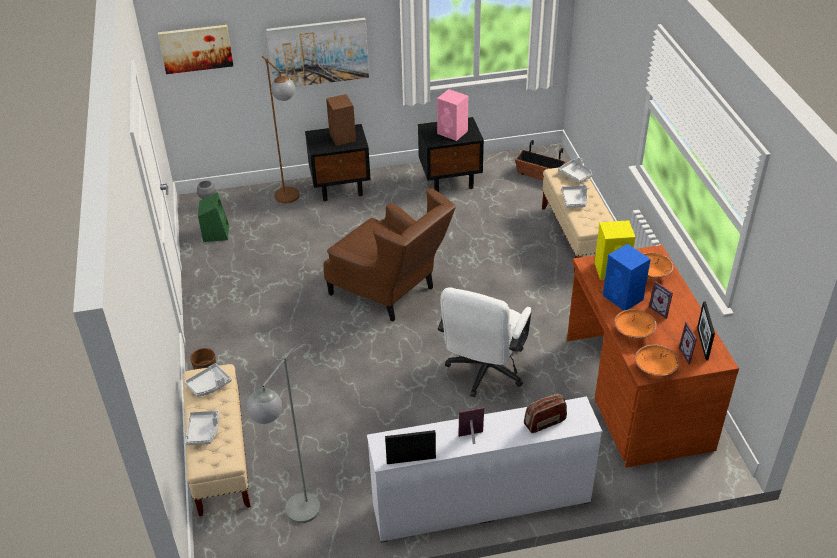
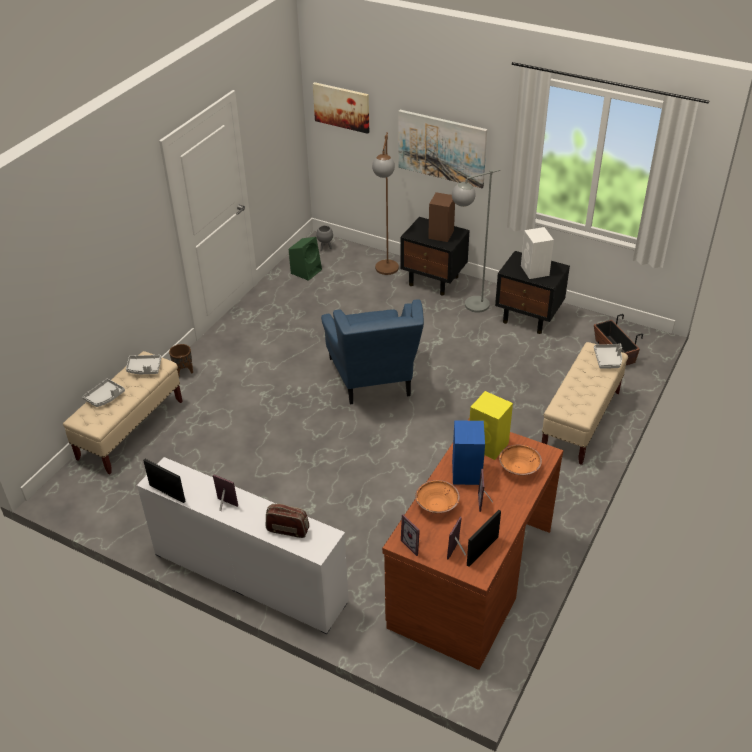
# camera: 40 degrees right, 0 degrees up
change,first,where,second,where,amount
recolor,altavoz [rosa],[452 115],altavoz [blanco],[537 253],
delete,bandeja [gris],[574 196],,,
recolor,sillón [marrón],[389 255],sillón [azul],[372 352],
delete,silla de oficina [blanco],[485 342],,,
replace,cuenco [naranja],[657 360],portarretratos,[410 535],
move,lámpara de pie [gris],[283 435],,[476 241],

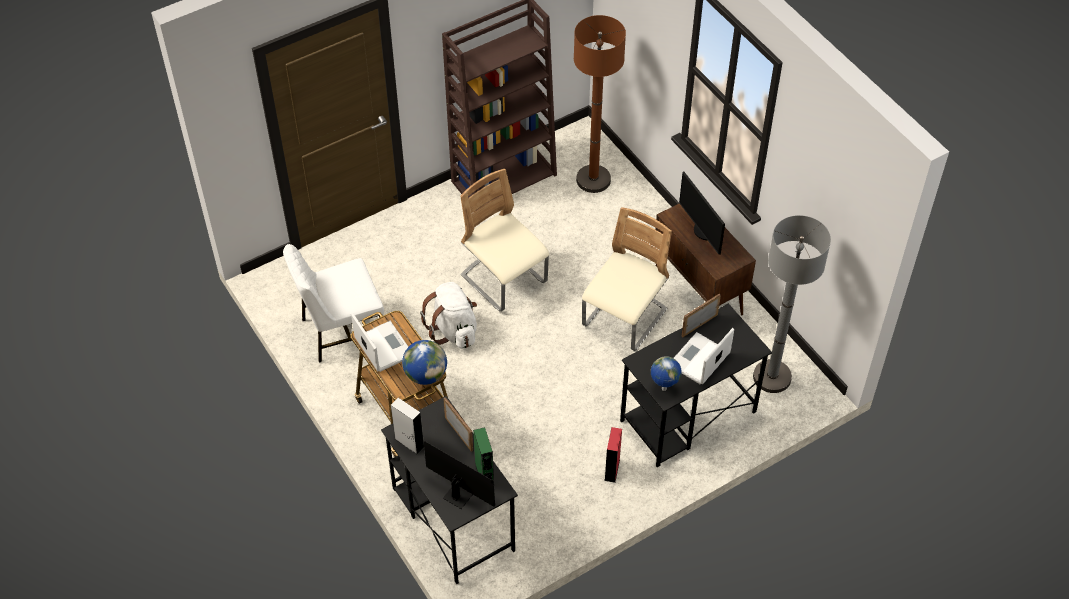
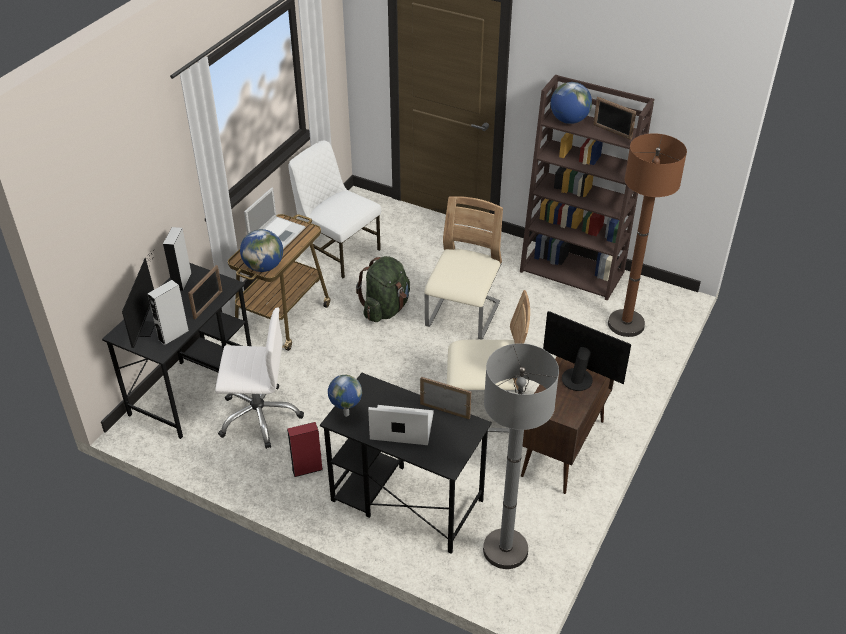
# camera: 60 degrees right, 10 degrees down
change,first,where,second,where,amount
rotate,monitor,[702 213],,[587 351],90 degrees clockwise
recolor,mochila [blanco],[448 315],mochila [verde],[383 289],
recolor,altavoz [verde],[483 454],altavoz [gris],[168 313],
insert,,,globo terráqueo,[571 103],
insert,,,portarretratos,[614 118],
insert,,,silla de oficina [blanco],[259 378],

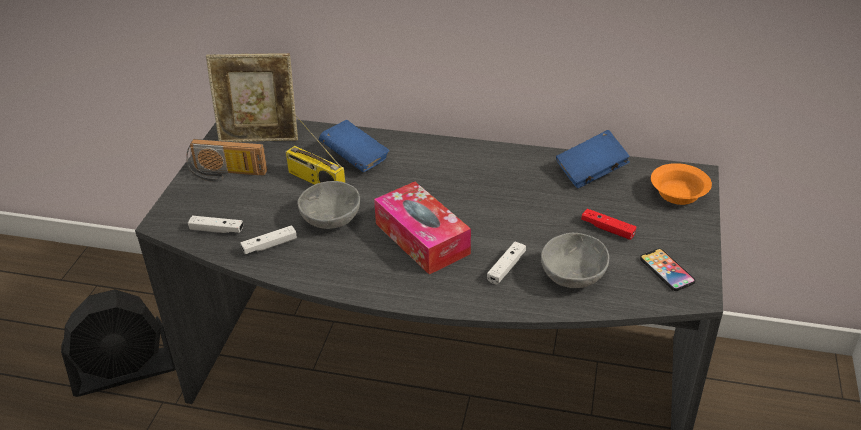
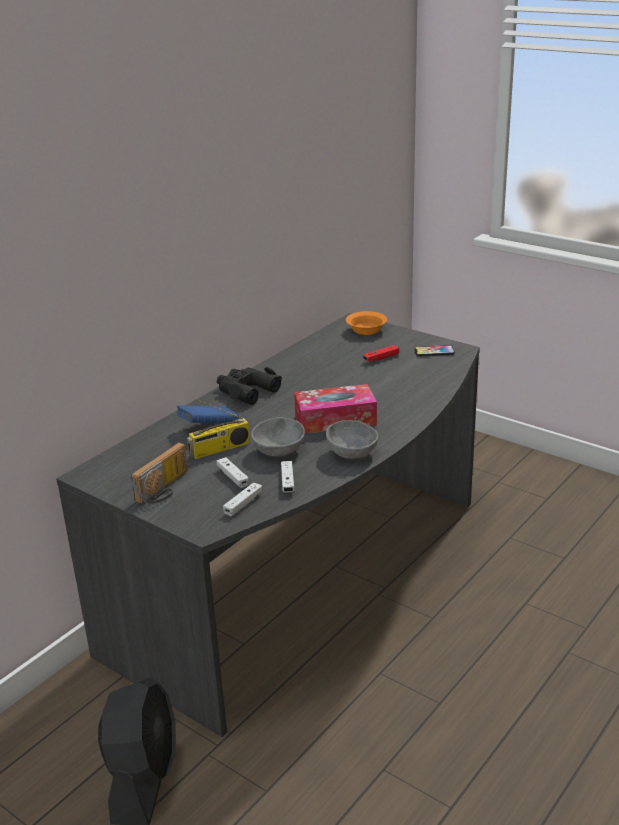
# camera: 65 degrees left, 10 degrees down
change,first,where,second,where,amount
delete,portarretratos,[252 97],,,
delete,libro [azul],[593 159],,,
move,cuenco [gris],[575 260],,[352 439],
move,mando de consola [blanco],[506 263],,[233 472],
insert,,,prismáticos [negro],[249 386],

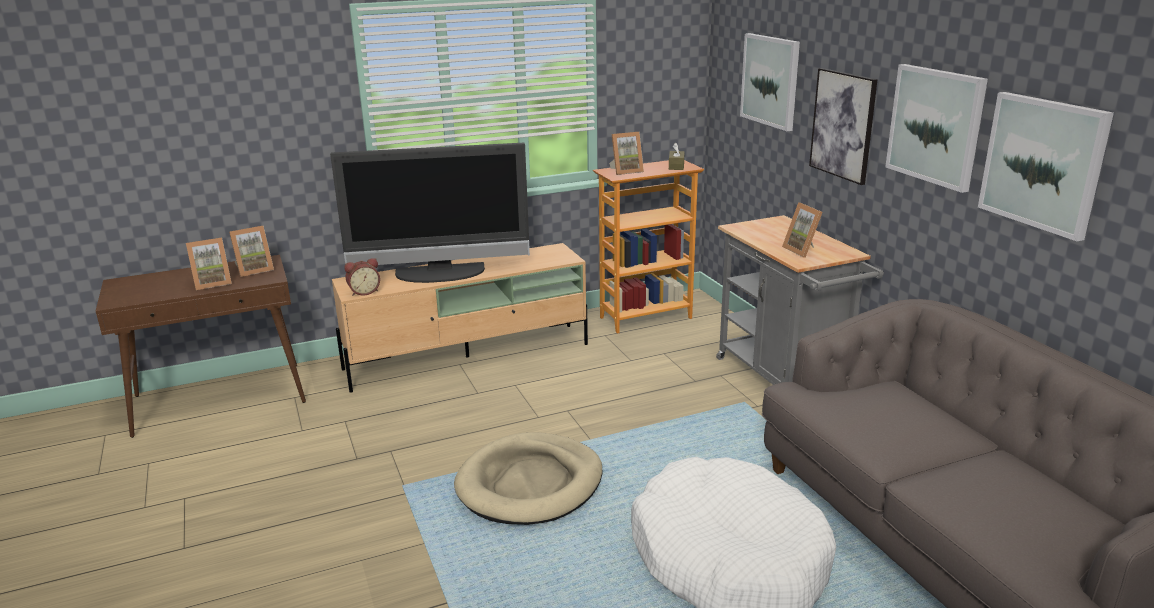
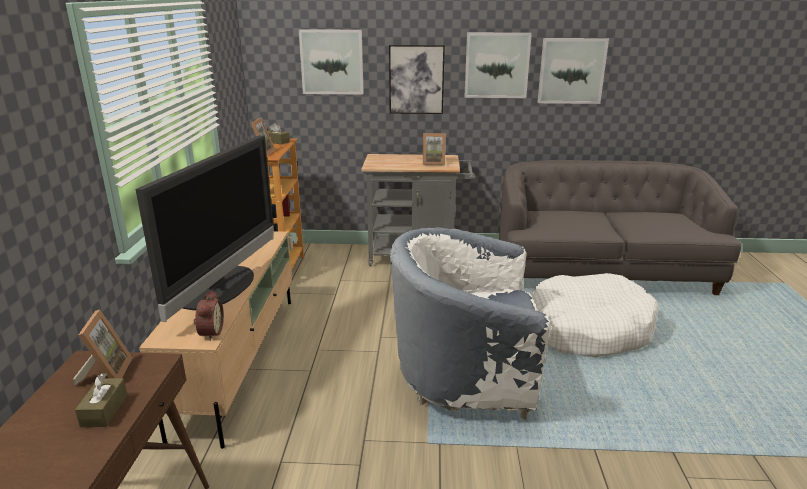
# camera: 65 degrees left, 0 degrees up
change,first,where,second,where,amount
replace,portarretratos,[209 264],caja de pañuelos [marrón],[101 400],
replace,cama para perro [beis],[528 478],sillón [blanco],[470 323],

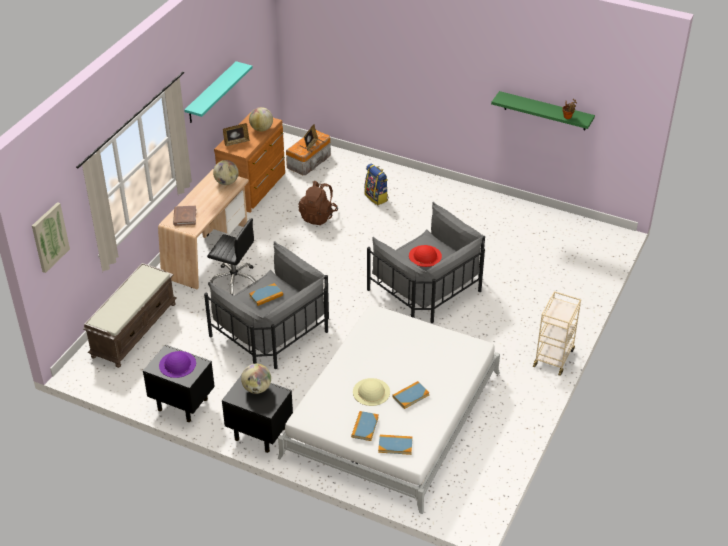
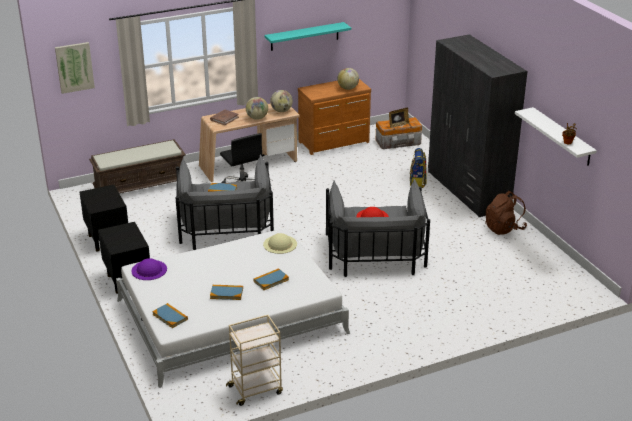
# camera: 40 degrees right, 10 degrees down
change,first,where,second,where,amount
recolor,estante [verde],[543 110],estante [blanco],[556 136],
delete,portarretratos,[236 134],,,
move,mochila [marrón],[318 203],,[506 213],
move,carrito [beis],[557 333],,[254 360],
move,sombrero [morado],[177 364],,[149 269],
move,globo terráqueo,[256 379],,[257 108],
move,sombrero [beis],[371 392],,[280 243],
move,libro,[365 426],,[271 279],
insert,,,armario ropero [gris],[478 125],

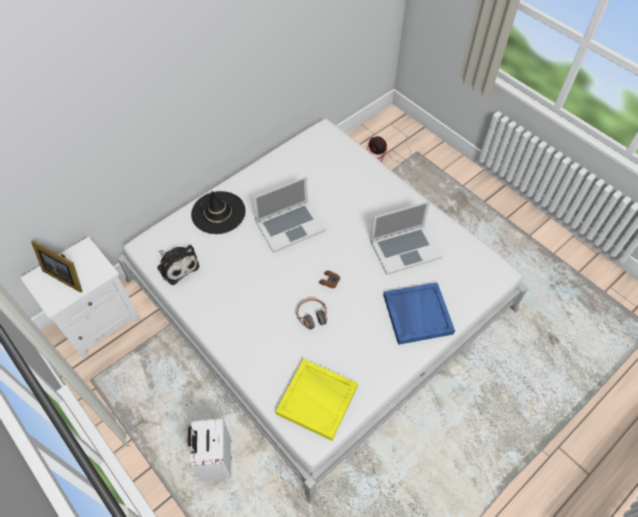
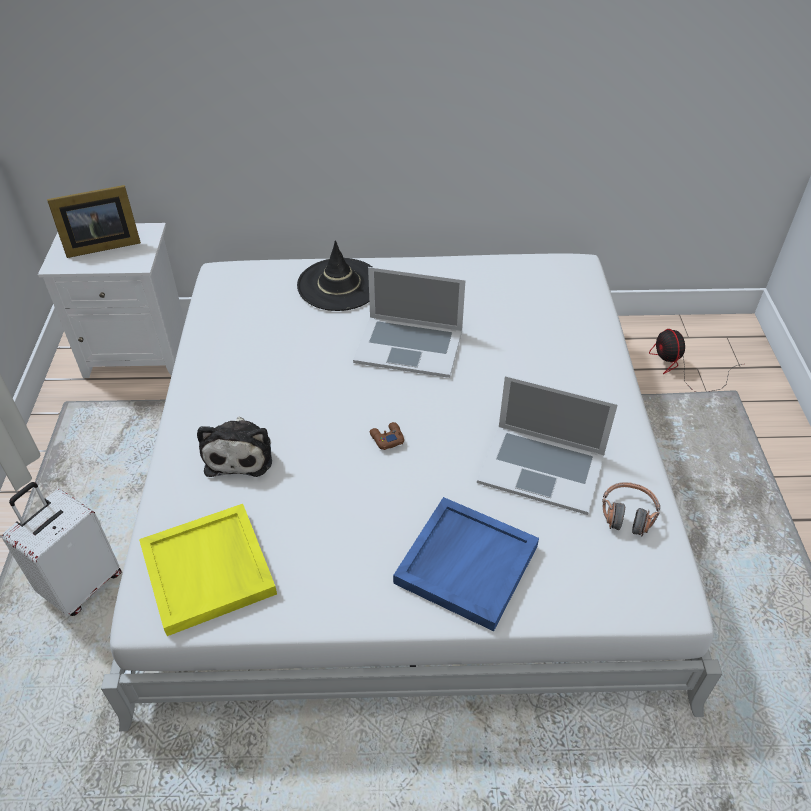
# camera: 40 degrees right, 10 degrees down
change,first,where,second,where,amount
rotate,portarretratos,[57 266],,[94 221],90 degrees counterclockwise
move,peluche,[178 265],,[234 447],
move,auriculares,[311 314],,[631 509],

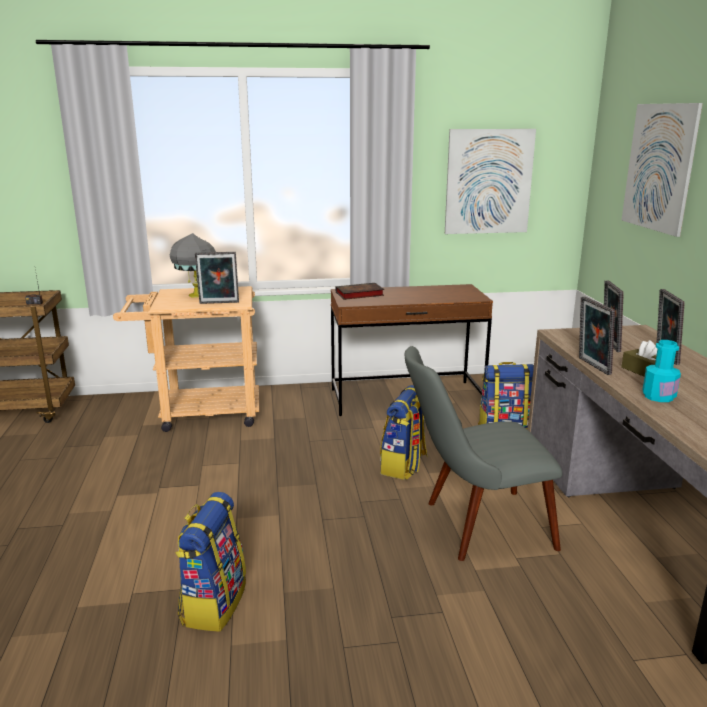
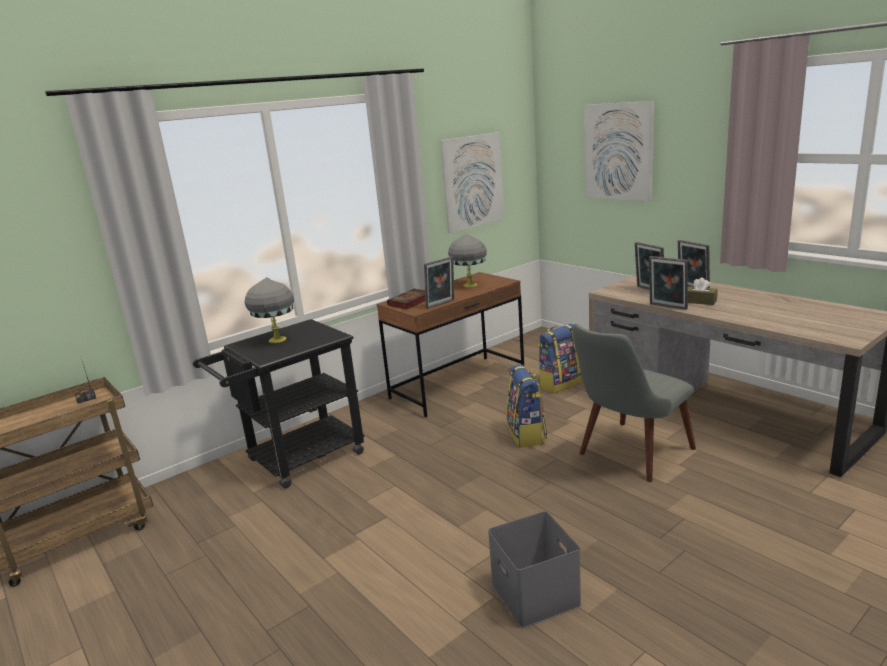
# camera: 30 degrees left, 0 degrees up
change,first,where,second,where,amount
move,portarretratos,[217 278],,[439 282],
recolor,carrito [beis],[186 359],carrito [negro],[279 403],
delete,botella [turquesa],[661 371],,,
replace,mochila,[210 562],caja de almacenaje [gris],[534 569],
insert,,,lámpara de mesa [gris],[467 260],

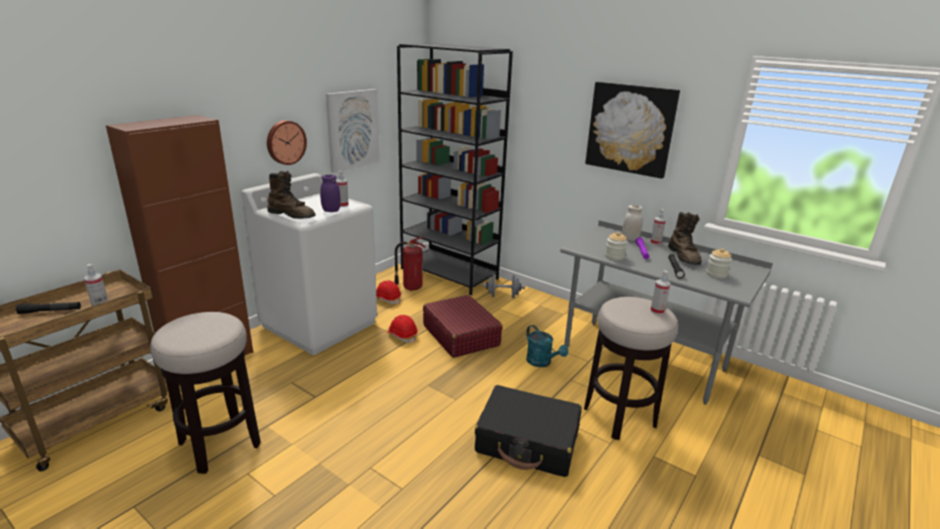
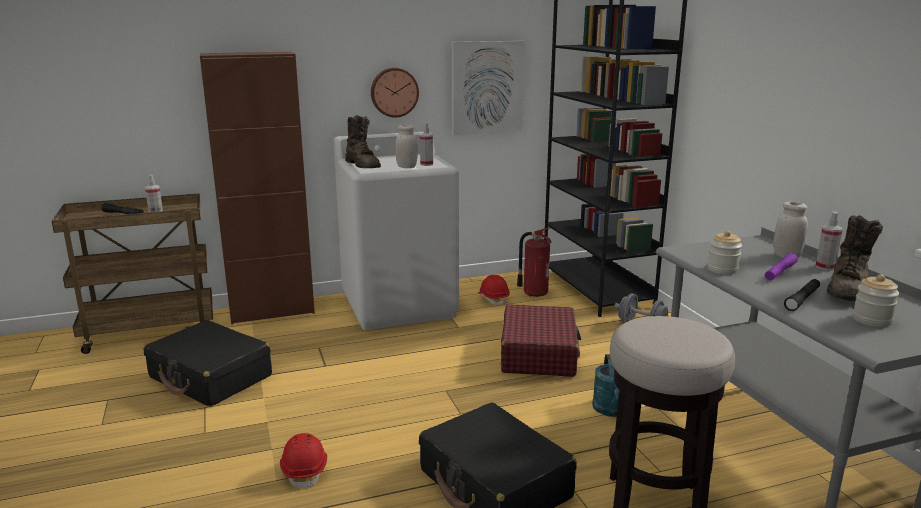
# camera: 35 degrees right, 5 degrees down
change,first,where,second,where,amount
delete,cuadro,[632 130],,,
recolor,tarro [morado],[330 193],tarro [blanco],[406 146],
delete,pulverizador,[660 292],,,
replace,taburete,[205 393],maleta [negro],[208 363],
move,casco [rojo],[402 329],,[303 461],

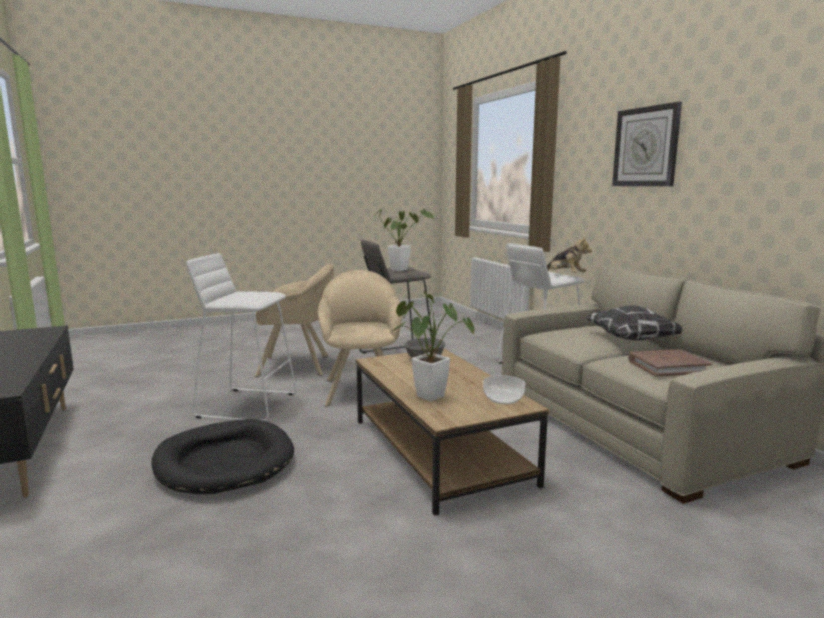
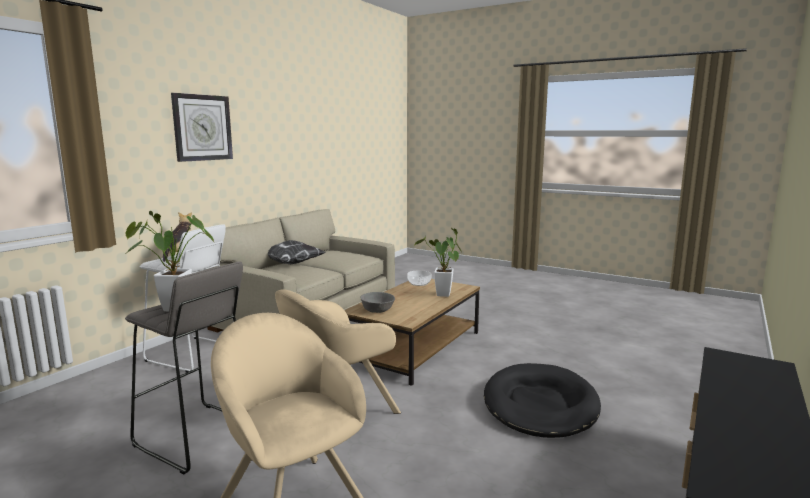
# camera: 125 degrees left, 0 degrees up
change,first,where,second,where,amount
delete,taburete [blanco],[241 337],,,
delete,libro [marrón],[670 363],,,

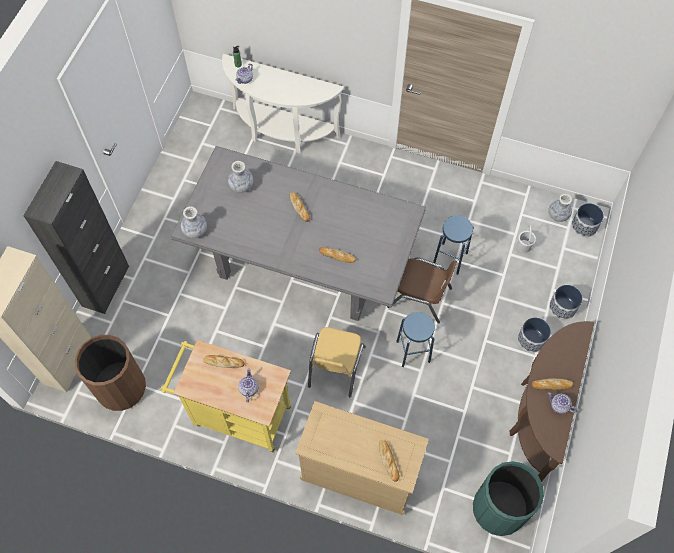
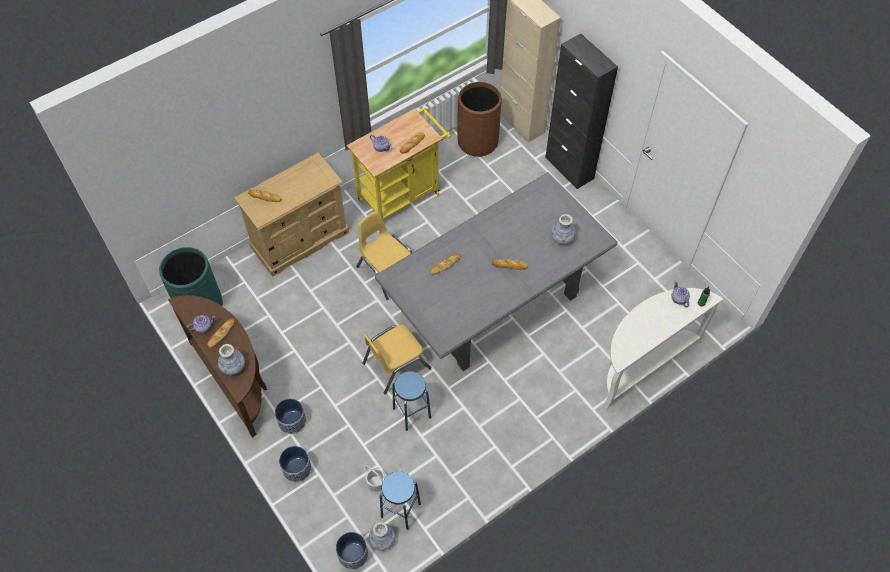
# camera: 125 degrees right, 5 degrees down
change,first,where,second,where,amount
move,florero,[194 222],,[231 359],
recolor,silla [marrón],[422 290],silla [amarillo],[396 359],
move,taburete [azul],[415 339],,[400 500],

